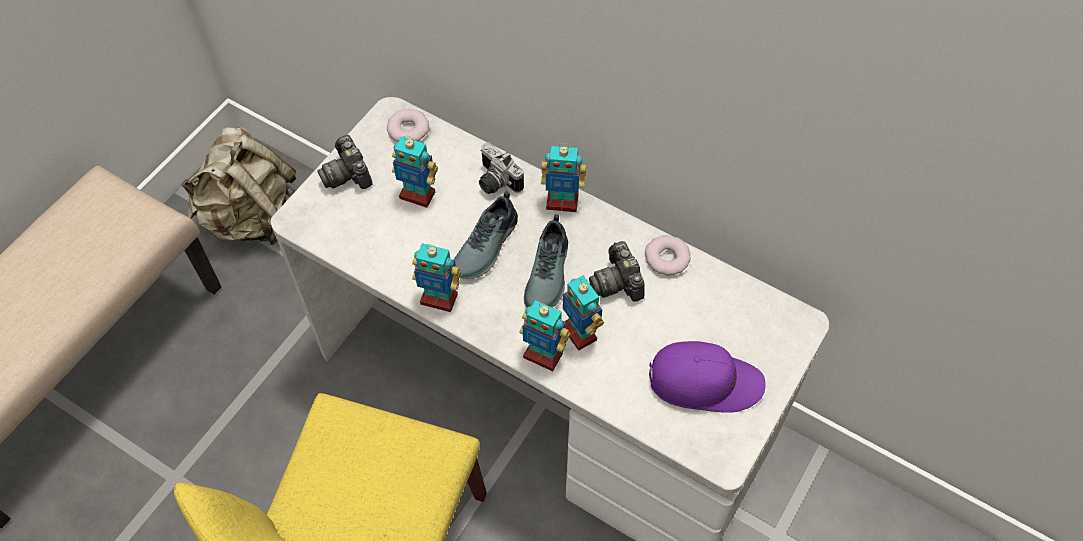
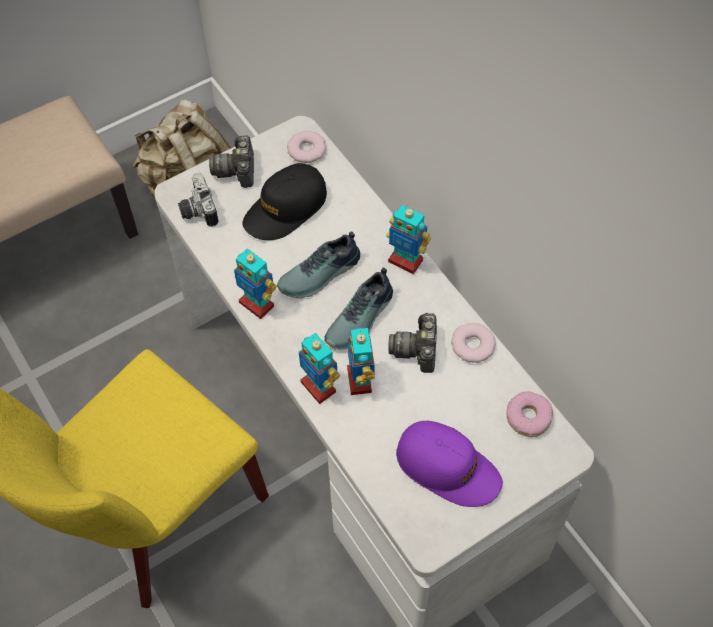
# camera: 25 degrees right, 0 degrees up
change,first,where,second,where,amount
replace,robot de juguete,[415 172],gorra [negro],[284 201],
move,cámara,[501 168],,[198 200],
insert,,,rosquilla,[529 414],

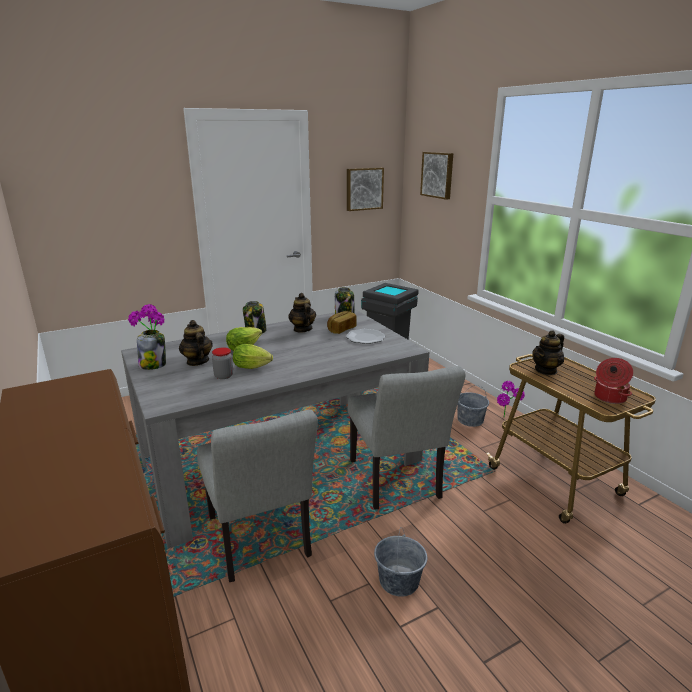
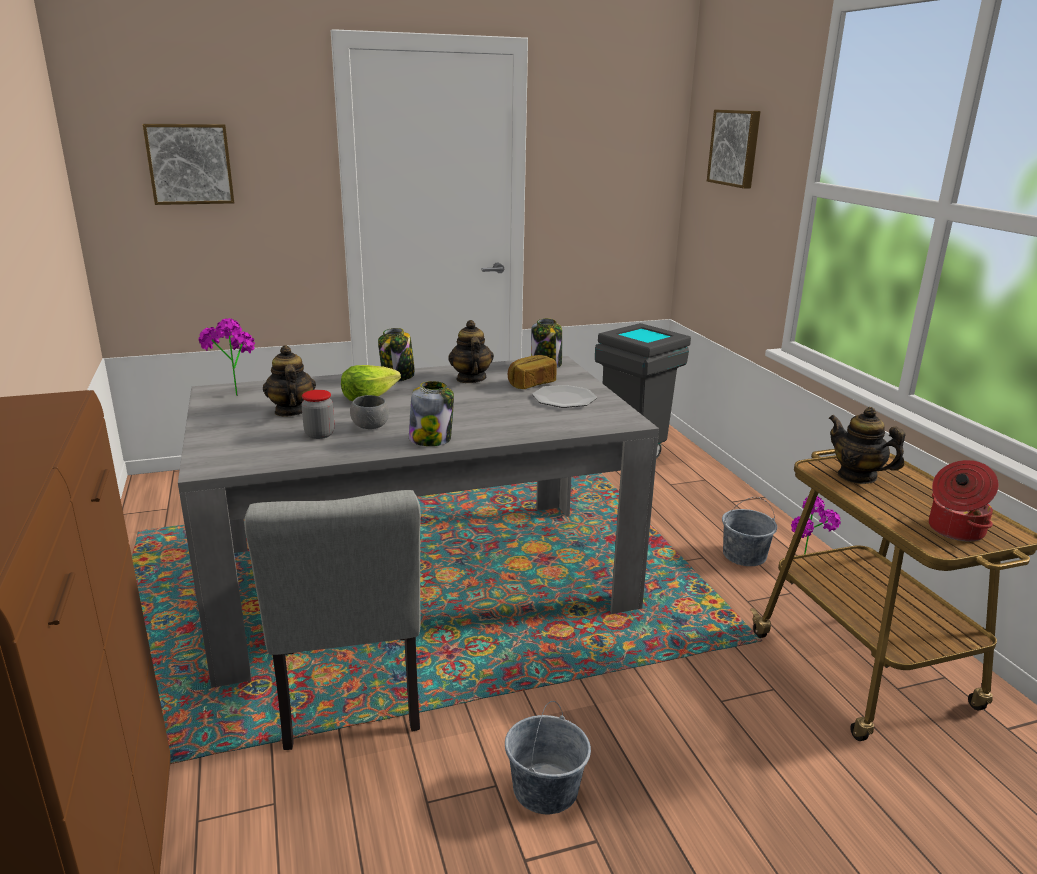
# camera: 10 degrees right, 0 degrees up
change,first,where,second,where,amount
move,cuadro,[365 189],,[188 164],
move,tarro,[151 350],,[431 413],
rotate,tetera,[548 352],,[867 445],75 degrees clockwise
replace,lechuga,[253 356],cuenco [gris],[369 412],
delete,silla [gris],[406 437],,,

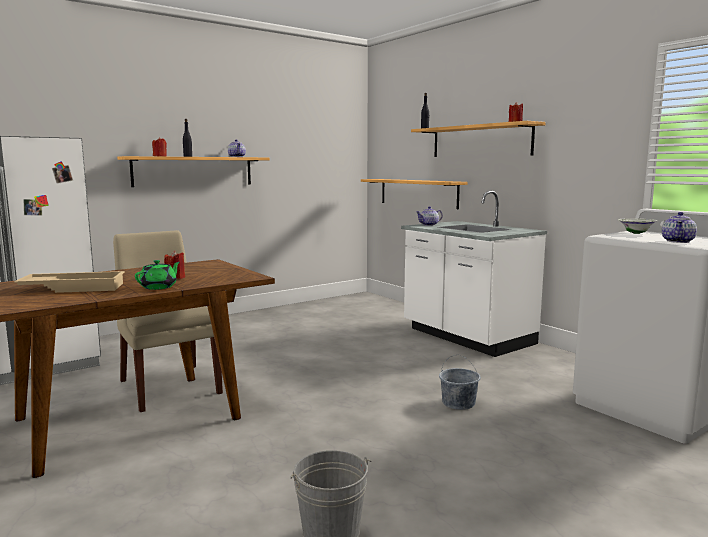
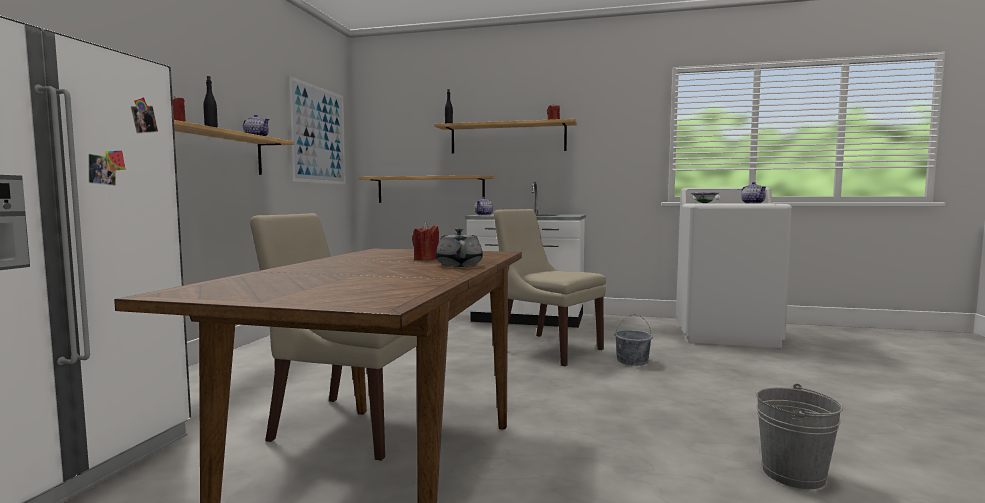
# camera: 40 degrees left, 5 degrees down
change,first,where,second,where,amount
recolor,tetera [verde],[157 275],tetera [gris],[459 247],
delete,bandeja [beis],[69 282],,,
insert,,,cuadro,[317 130],
insert,,,silla [beis],[550 287],

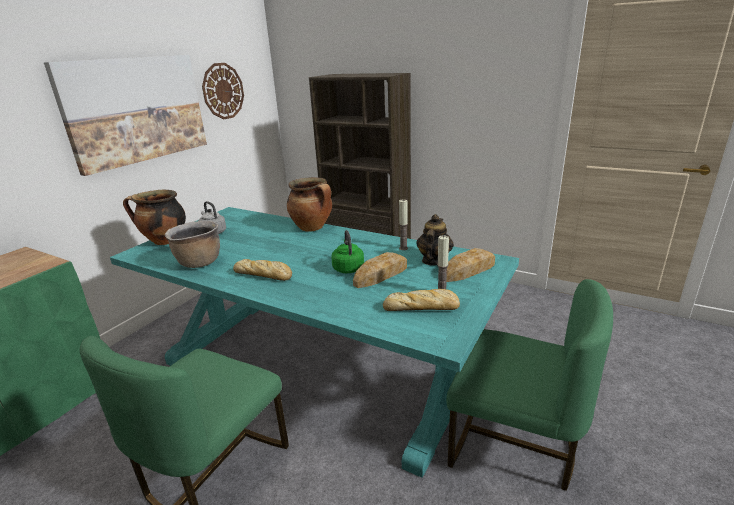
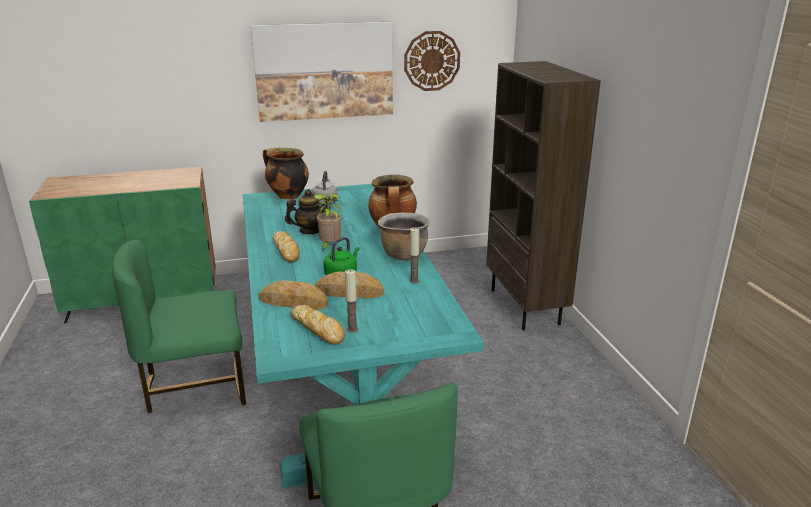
# camera: 45 degrees right, 0 degrees up
change,first,where,second,where,amount
move,tetera,[435 239],,[308 211],
move,olla [marrón],[192 244],,[403 236],
move,pan,[470 265],,[293 295],
insert,,,planta en maceta,[328 223],

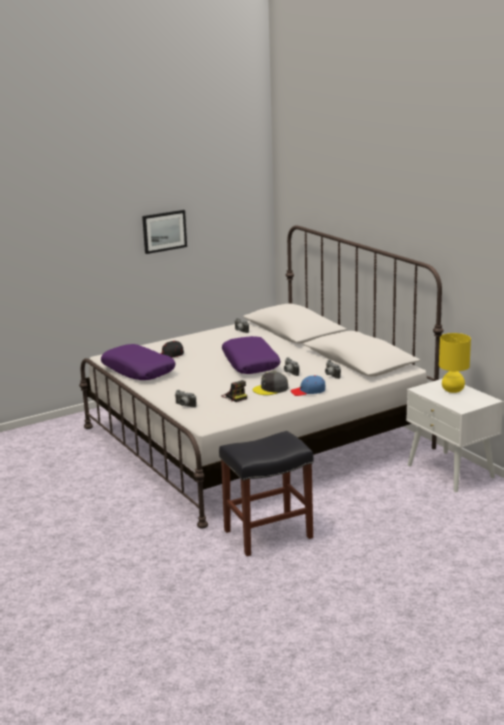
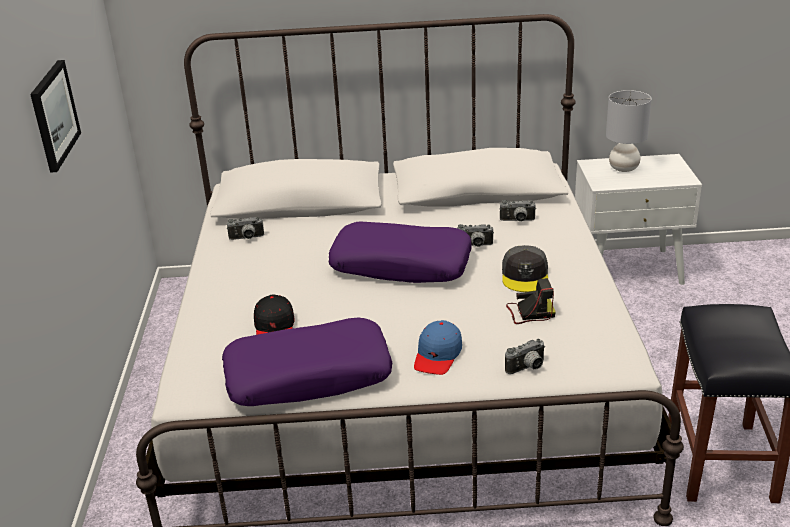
# camera: 60 degrees left, 10 degrees up
change,first,where,second,where,amount
recolor,lámpara de mesa [amarillo],[455 363],lámpara de mesa [gris],[628 131],
move,gorra [azul],[307 385],,[438 347],

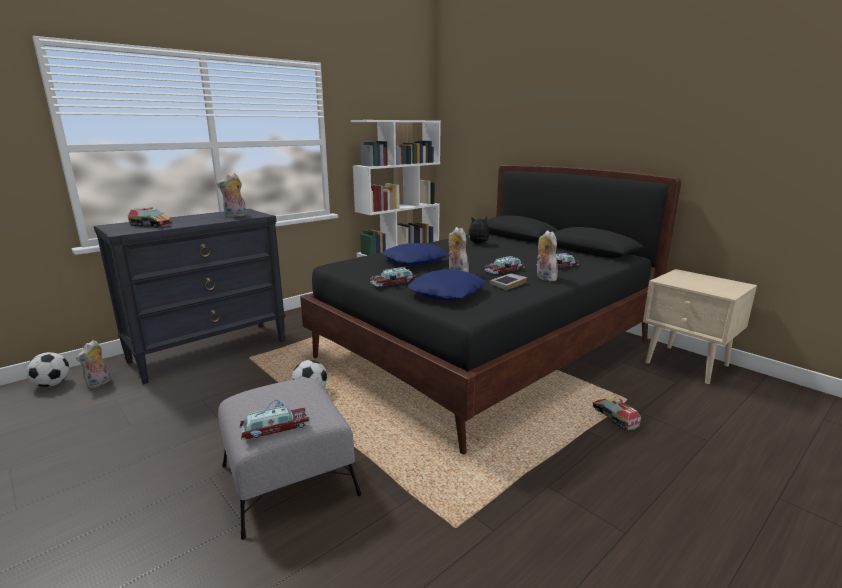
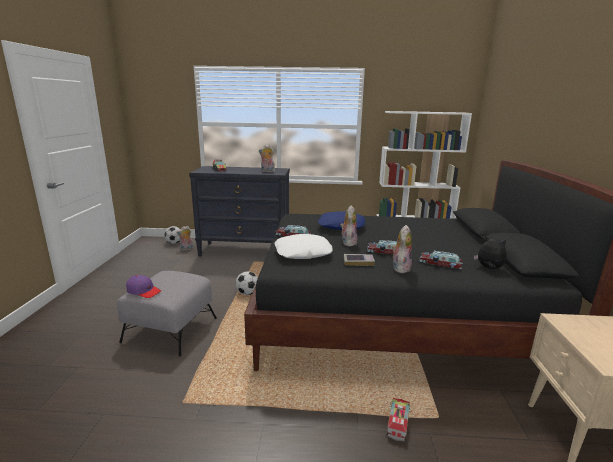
# camera: 45 degrees right, 0 degrees up
change,first,where,second,where,amount
move,peluche,[478 230],,[490 252],
recolor,cojín [azul],[447 285],cojín [blanco],[303 246],
replace,coche de juguete,[274 420],gorra [morado],[143 286],

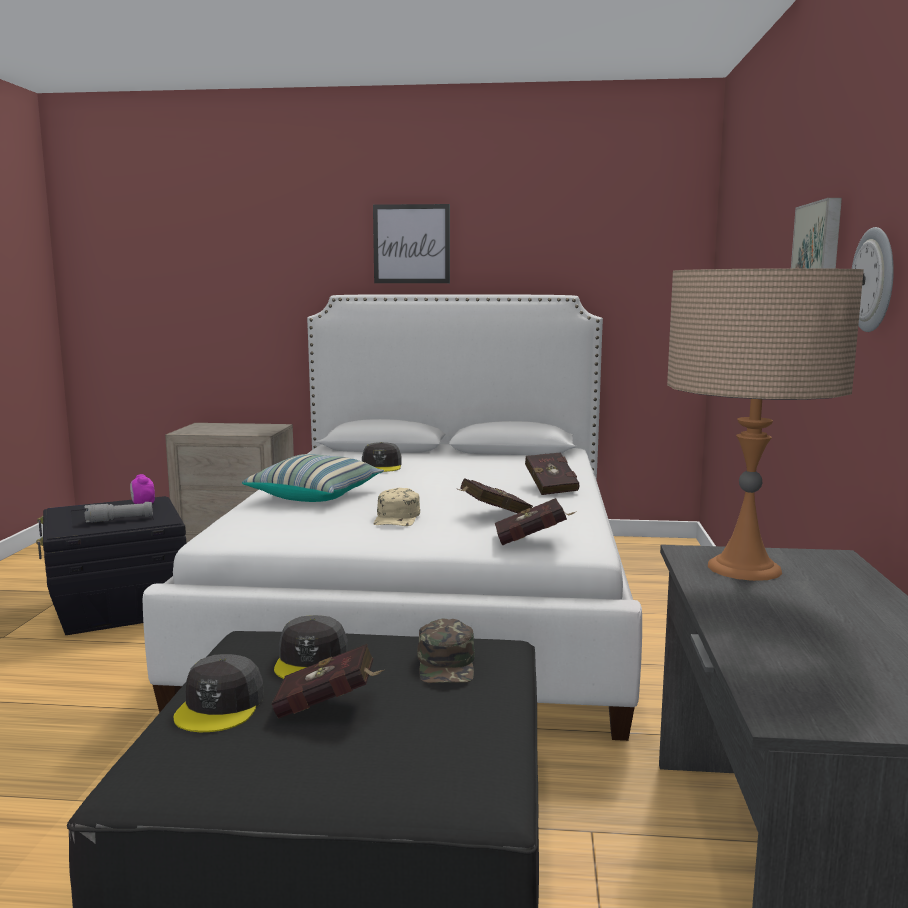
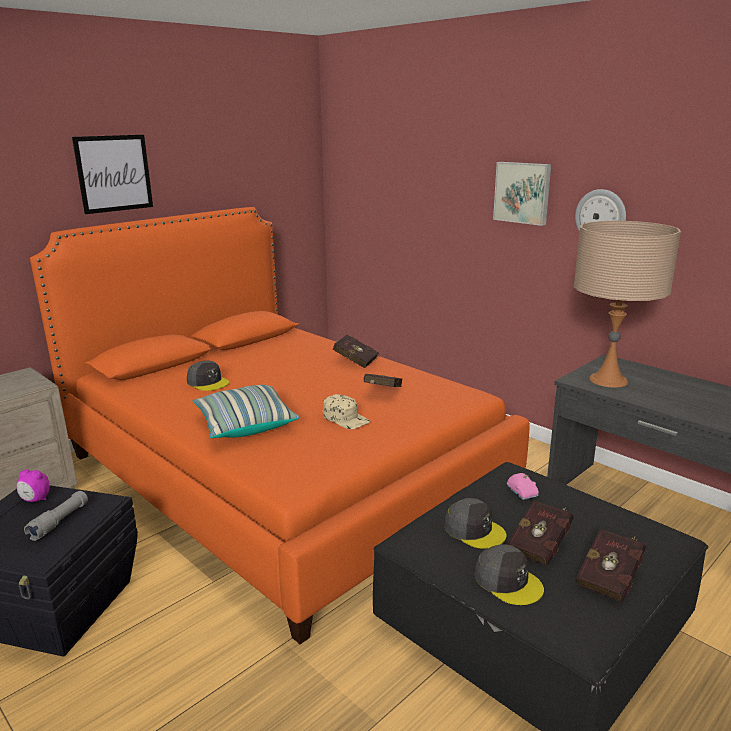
# camera: 50 degrees left, 10 degrees up
change,first,where,second,where,amount
recolor,cama [blanco],[392 517],cama [naranja],[280 425],
move,libro [rojo],[536 521],,[611 565],
replace,gorra [verde],[446 651],coche de juguete [rosa],[523 486],

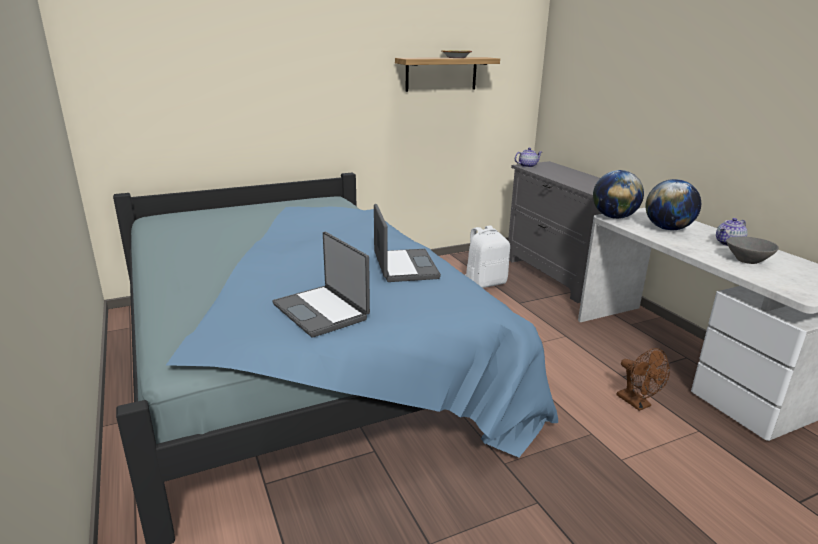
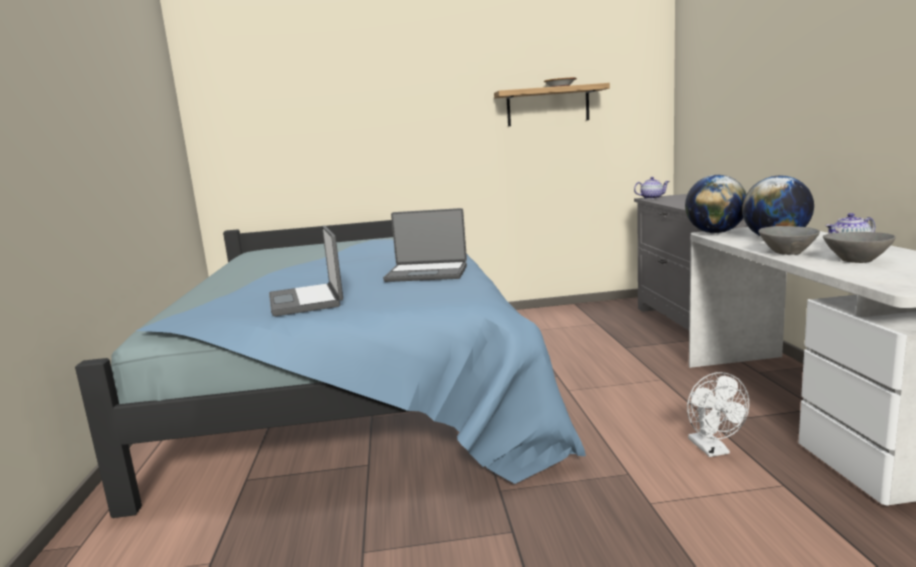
# camera: 20 degrees right, 10 degrees down
change,first,where,second,where,amount
rotate,portátil,[407 243],,[425 245],90 degrees clockwise
delete,mochila [blanco],[487 256],,,
recolor,ventilador [marrón],[643 379],ventilador [blanco],[718 414],
insert,,,cuenco [gris],[789 240],

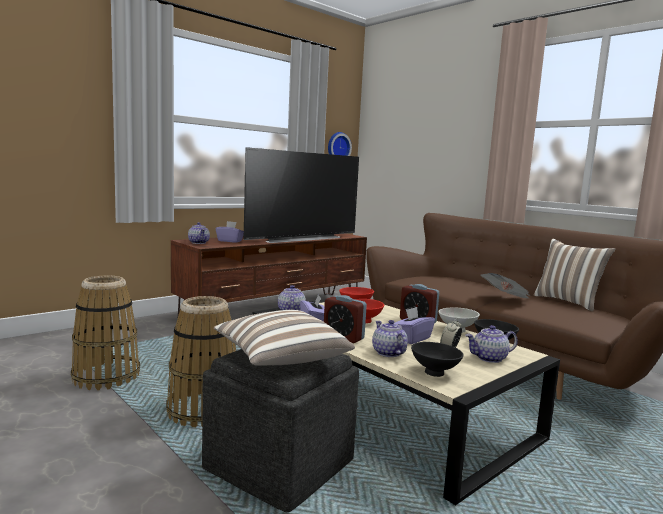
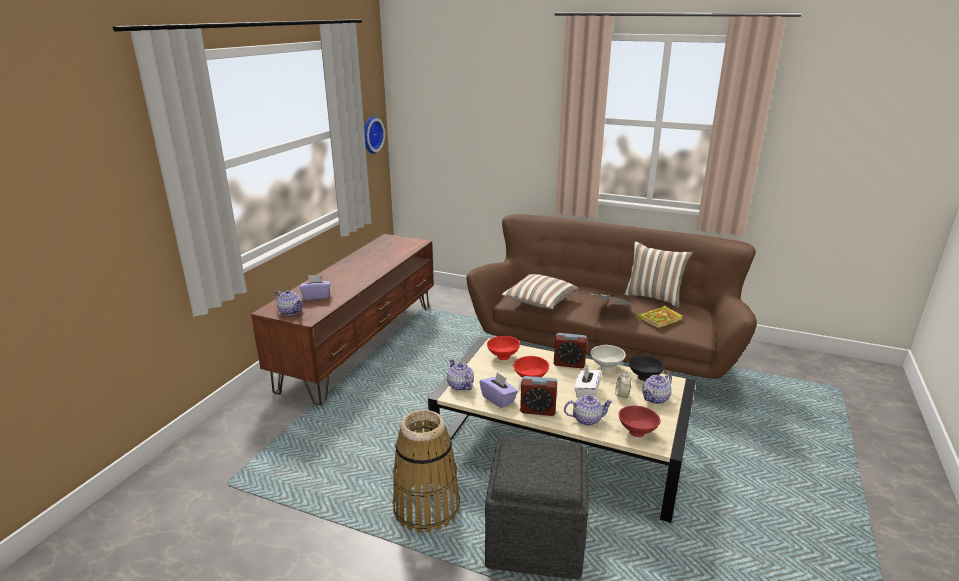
# camera: 25 degrees left, 15 degrees up
change,first,where,second,where,amount
delete,televisor,[301 195],,,
delete,cesta,[105 332],,,
recolor,caja de pañuelos [morado],[414 325],caja de pañuelos [blanco],[588 382],
move,cojín,[284 338],,[540 291],
rotate,tetera,[390 338],,[588 410],135 degrees clockwise
recolor,cuenco [negro],[437 359],cuenco [rojo],[639 421],
insert,,,libro,[660 316],

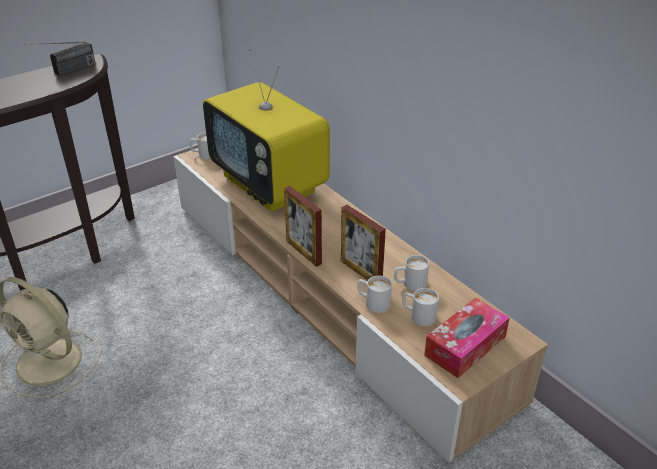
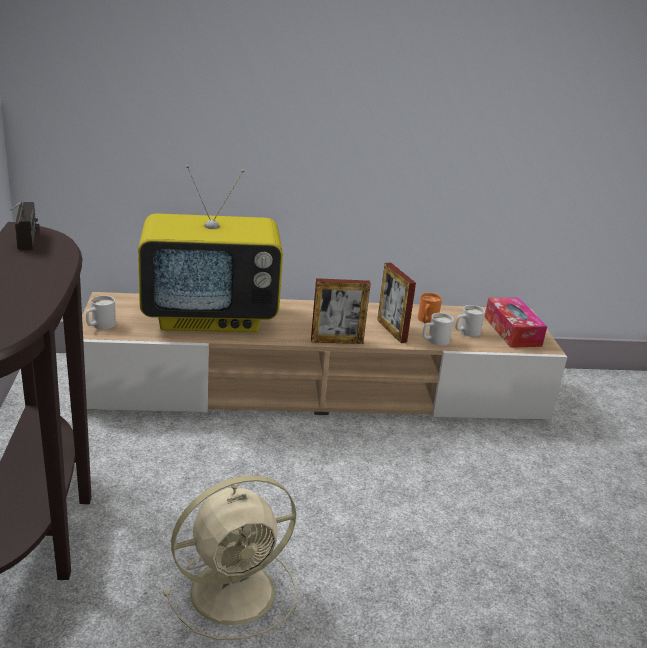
# camera: 60 degrees left, 10 degrees down
change,first,where,second,where,amount
rotate,portarretratos,[363 242],,[396 302],75 degrees clockwise
recolor,taza grande [blanco],[411 273],taza grande [naranja],[430 308],

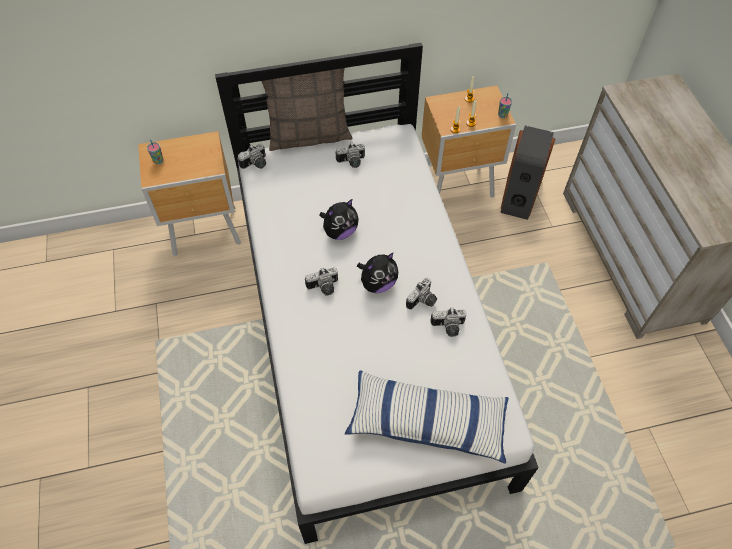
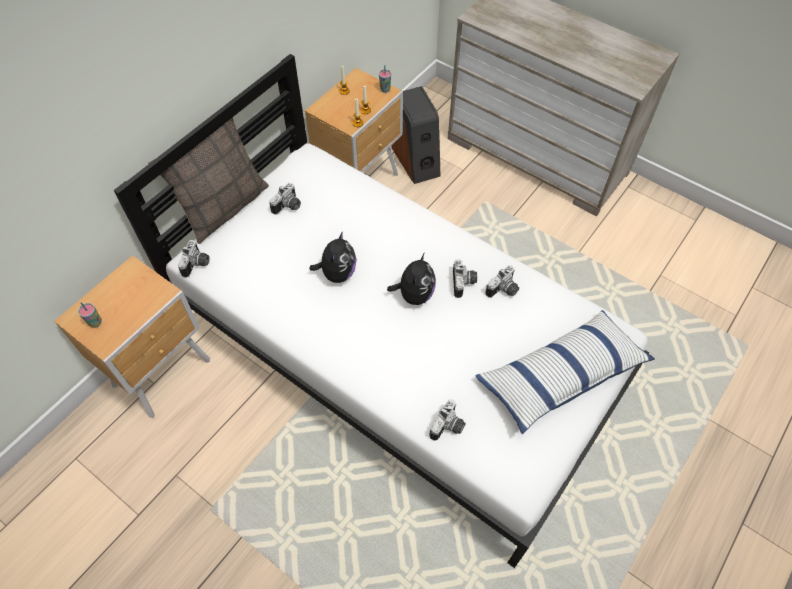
# camera: 40 degrees left, 0 degrees up
change,first,where,second,where,amount
move,cámara,[321 281],,[447 420],

